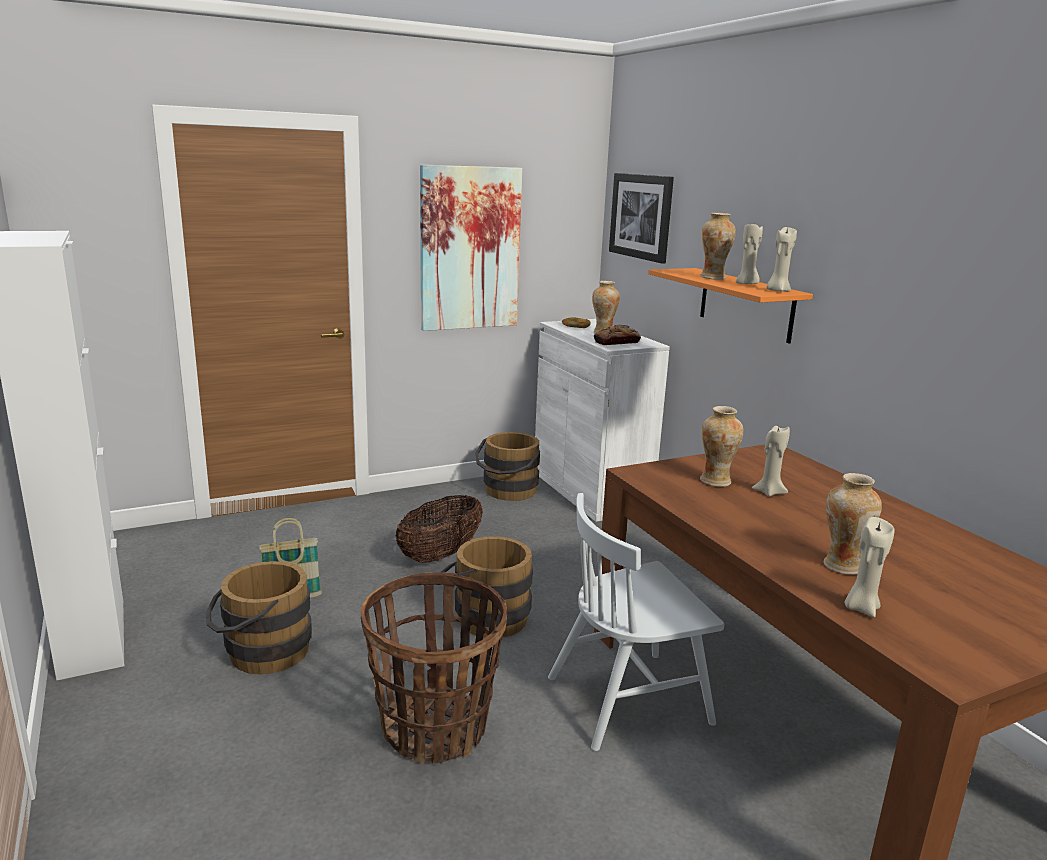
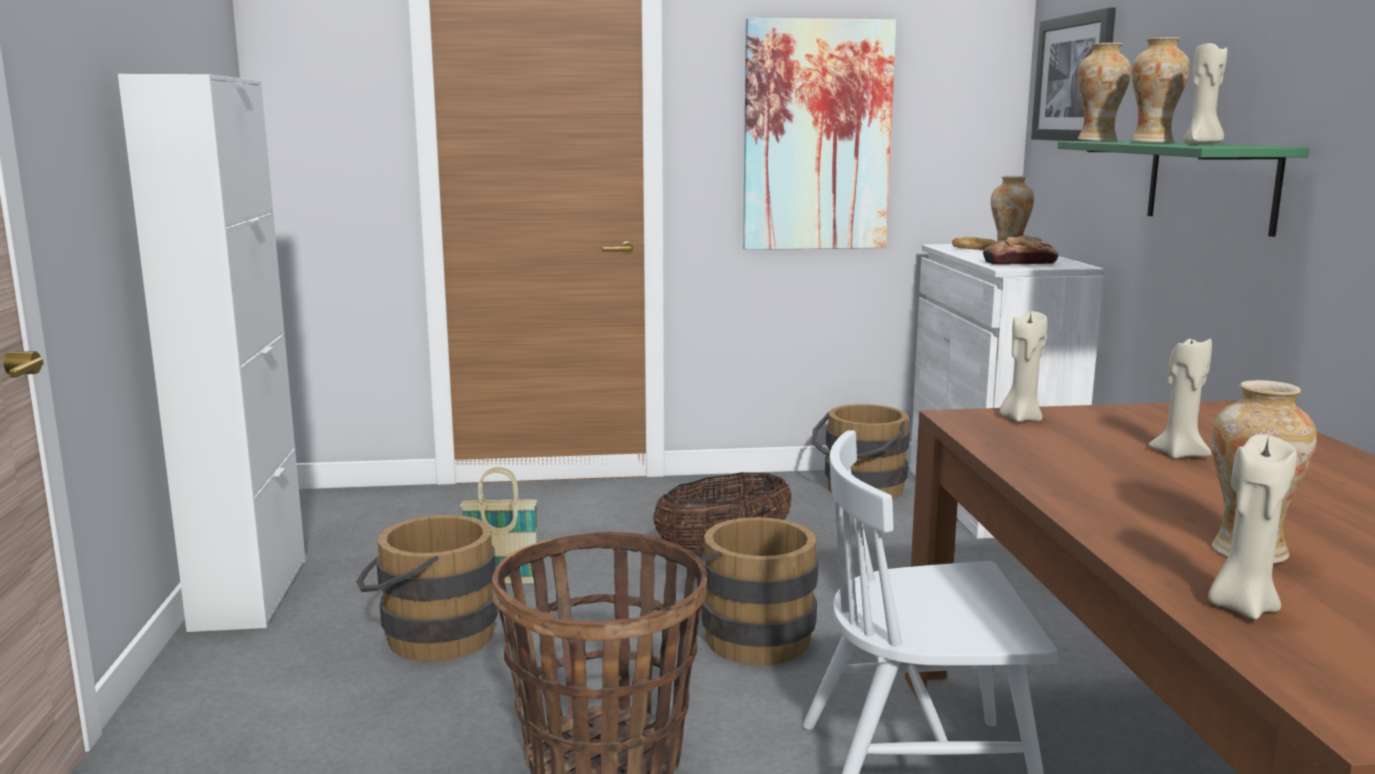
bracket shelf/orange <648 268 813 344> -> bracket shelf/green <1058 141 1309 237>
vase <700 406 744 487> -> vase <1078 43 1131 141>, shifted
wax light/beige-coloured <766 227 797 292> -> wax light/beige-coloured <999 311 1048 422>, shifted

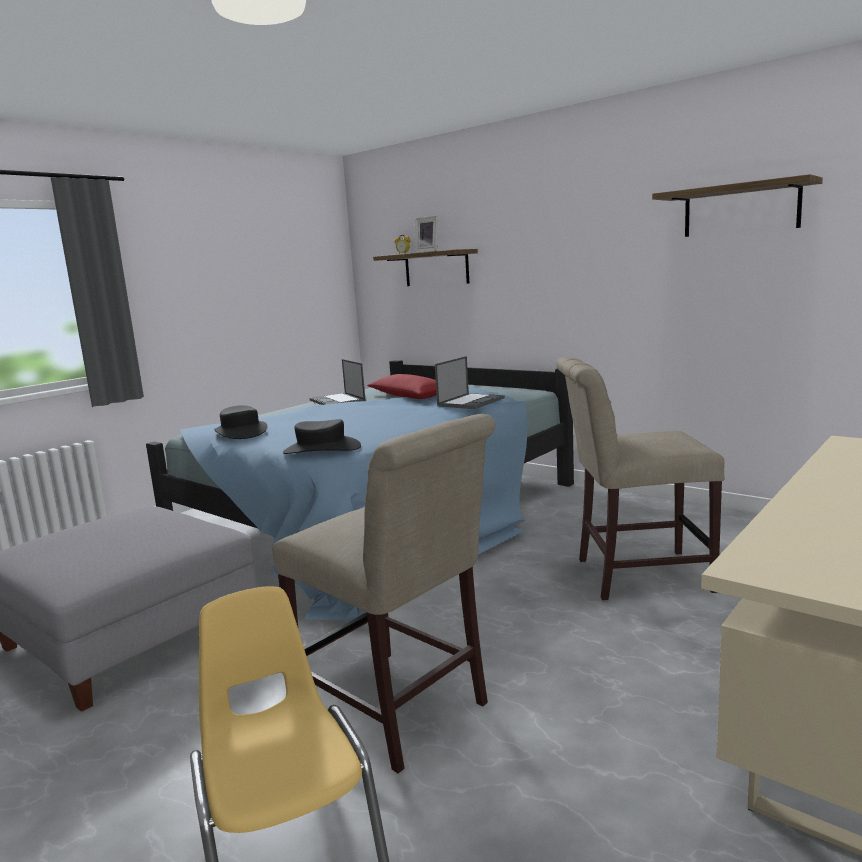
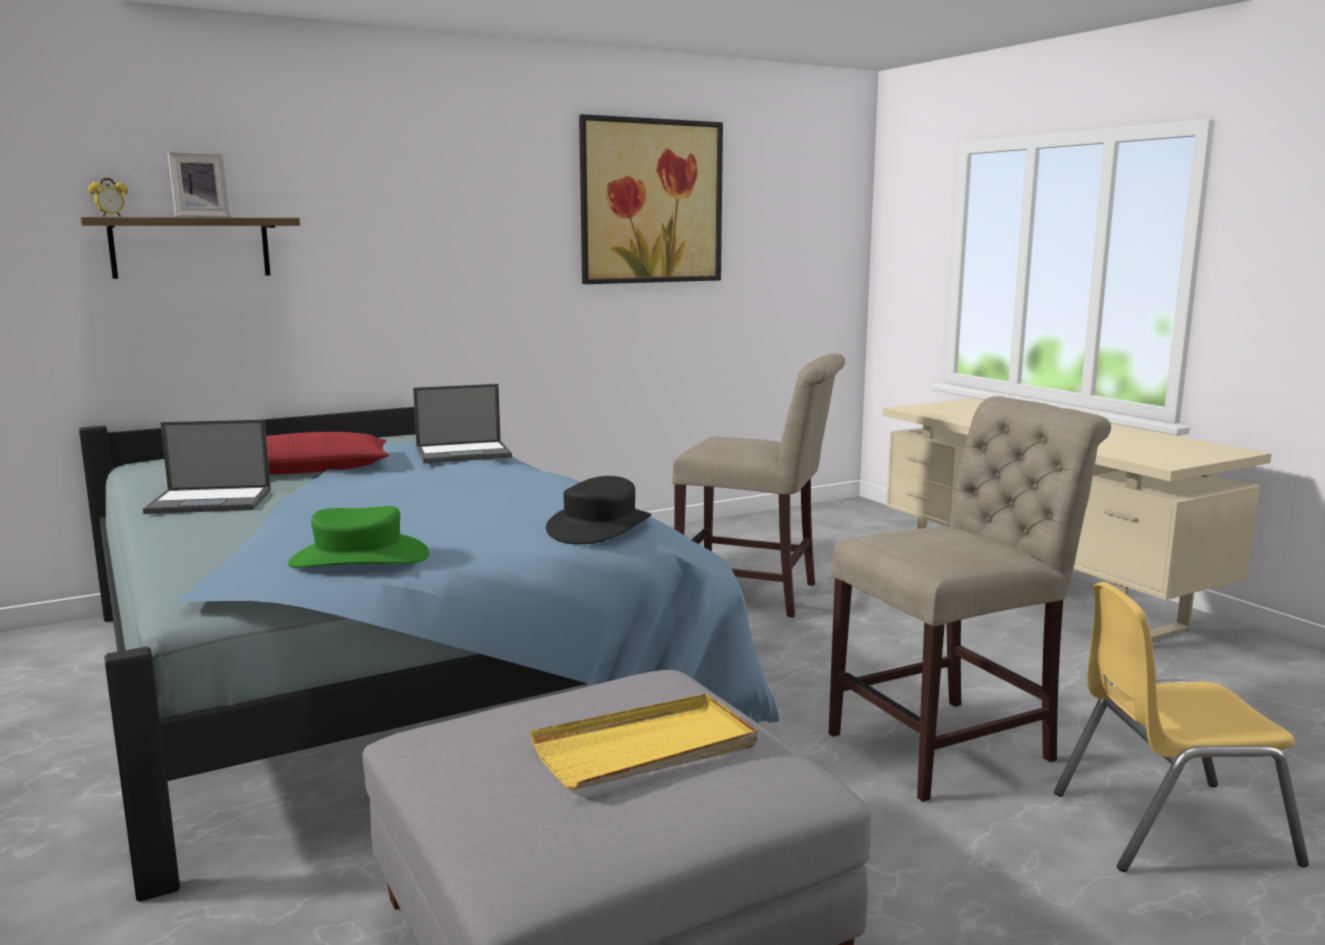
hat/black <214 405 267 439> -> hat/green <288 506 429 568>
laptop <435 356 505 409> -> laptop <413 384 512 464>, 105 degrees clockwise
upright chair/beige-coloured <556 357 725 600> -> upright chair/beige-coloured <672 353 845 618>, 90 degrees counterclockwise
bracket shelf <652 174 823 237> -> wall picture <579 114 723 284>
none -> tray/yellowish <530 694 757 790>

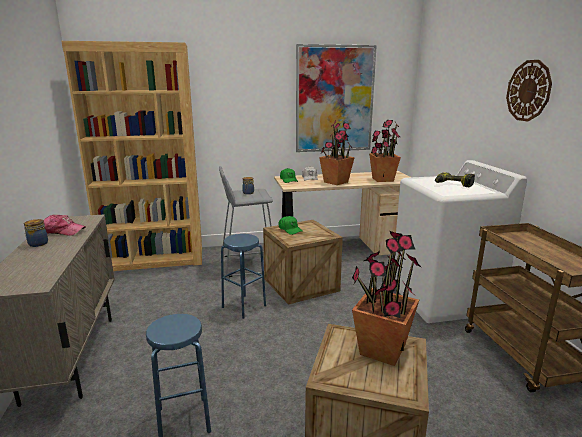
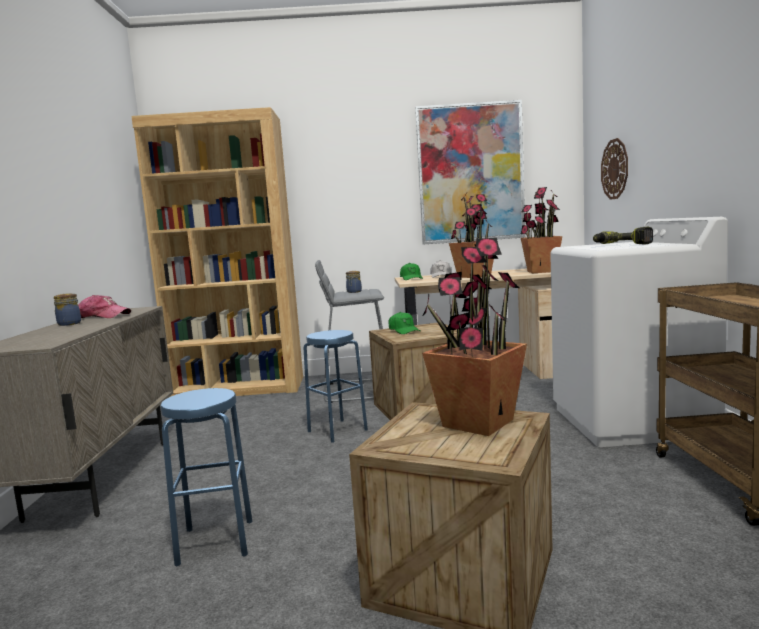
hanging clock <506 60 552 122> -> hanging clock <601 138 628 200>, shifted

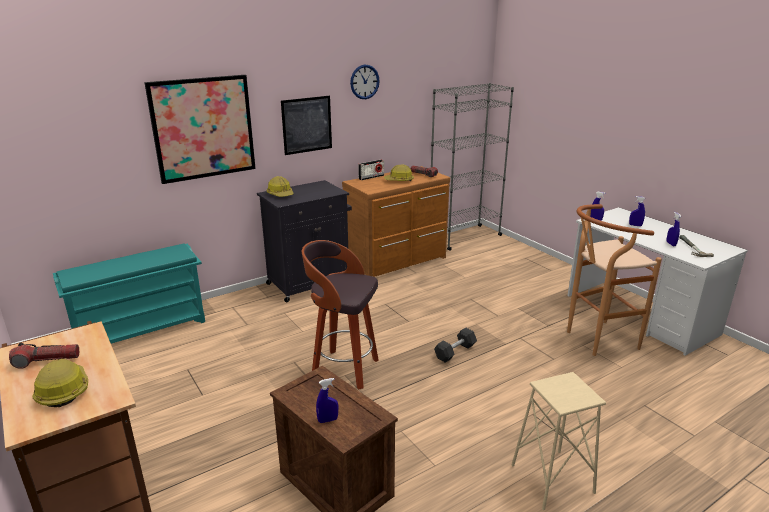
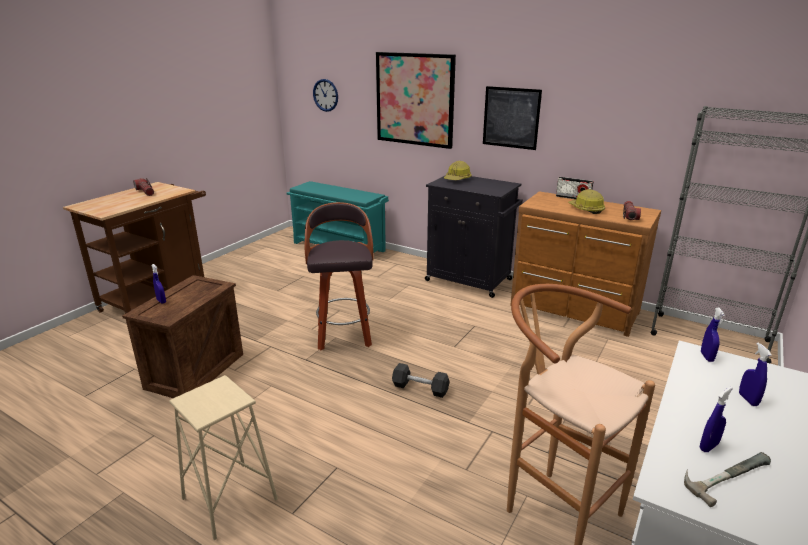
hard hat <32 359 88 407> -> none
hanging clock <350 65 380 99> -> hanging clock <313 79 338 112>, shifted

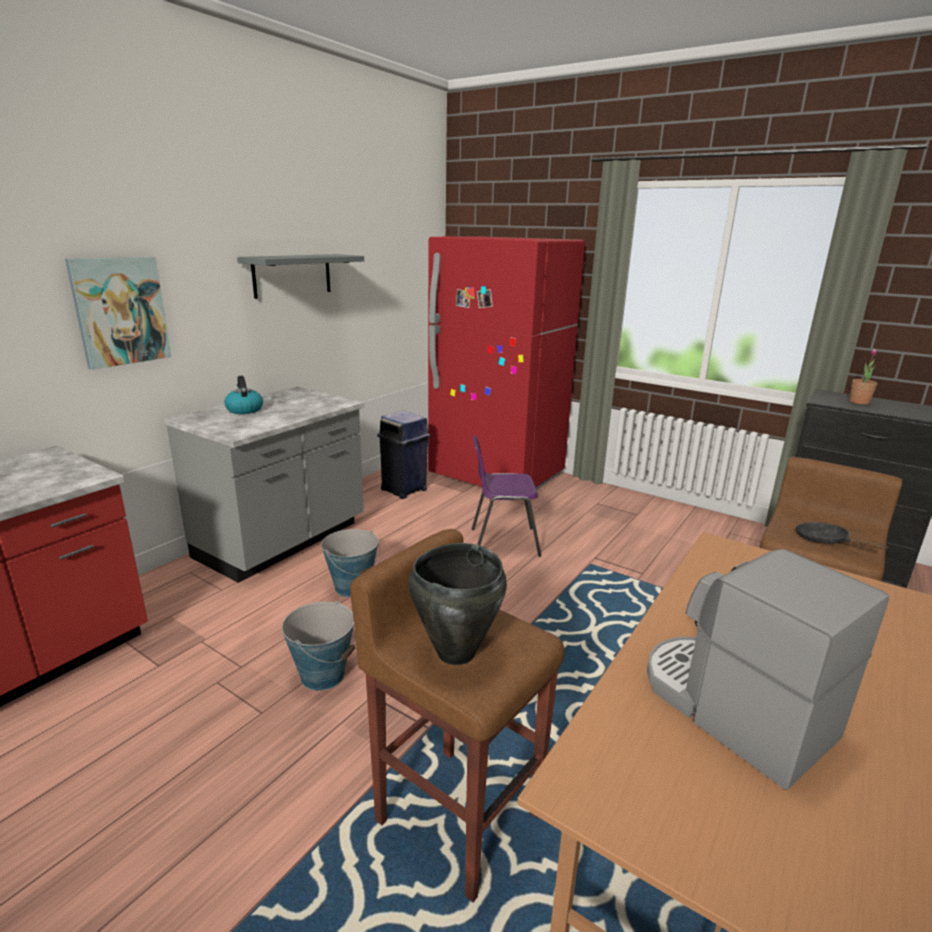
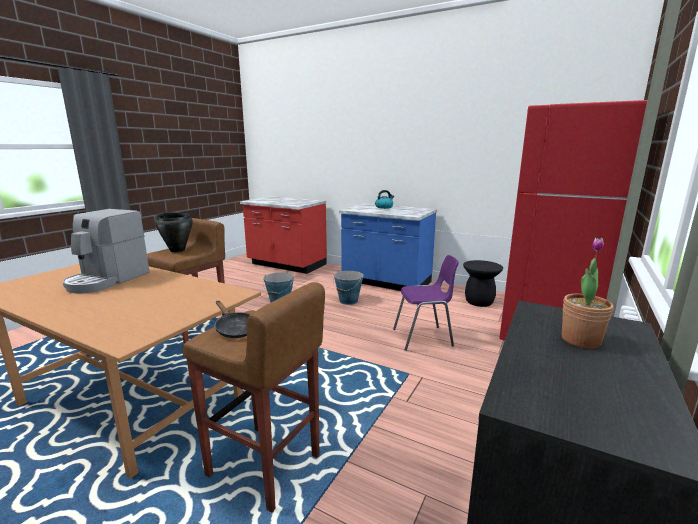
wall picture <65 257 171 370> -> none
counter/gray <164 387 364 583> -> counter/blue <339 203 437 291>
bracket shelf/gray <237 254 364 299> -> none
waste bin/blue <377 411 430 499> -> stool/black <463 260 503 307>
upright chair/purplish <472 435 541 557> -> upright chair/purplish <393 255 459 351>, 90 degrees clockwise
coffee brewer <647 549 889 790> -> coffee brewer <63 209 150 293>, 150 degrees clockwise
skillet/black <796 522 888 550> -> skillet/black <215 301 251 338>, 90 degrees clockwise

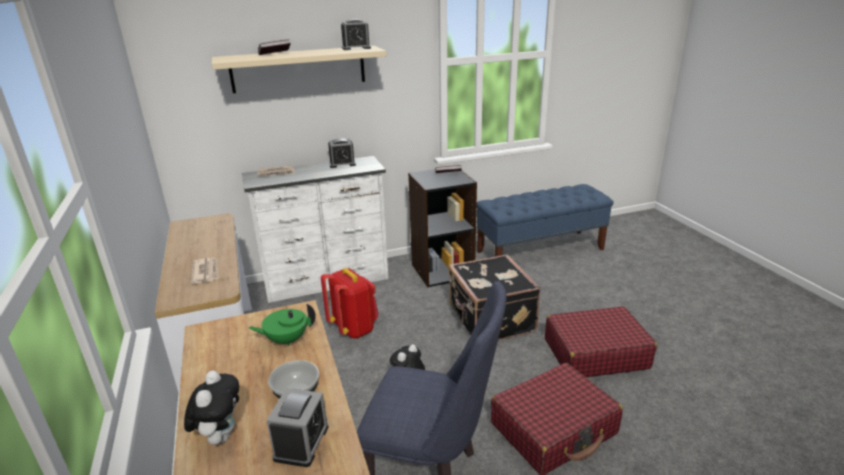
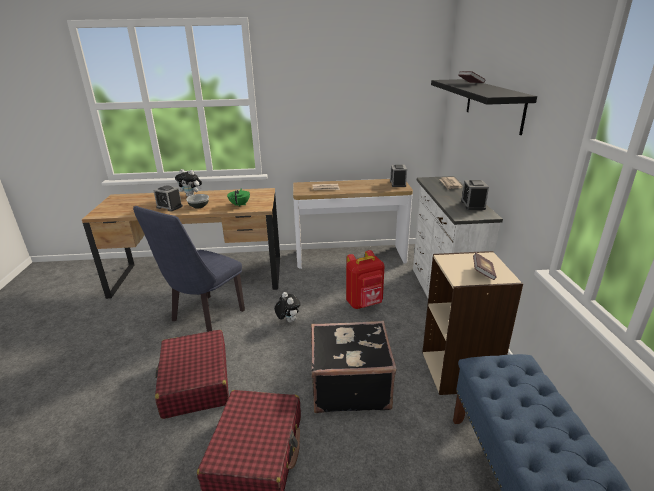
bracket shelf/beige-coloured <212 46 386 93> -> bracket shelf/black <431 79 537 135>
alarm clock <341 19 371 50> -> alarm clock <390 165 407 187>, shifted
shelving unit/black <408 169 477 287> -> shelving unit/beige-coloured <422 251 523 395>

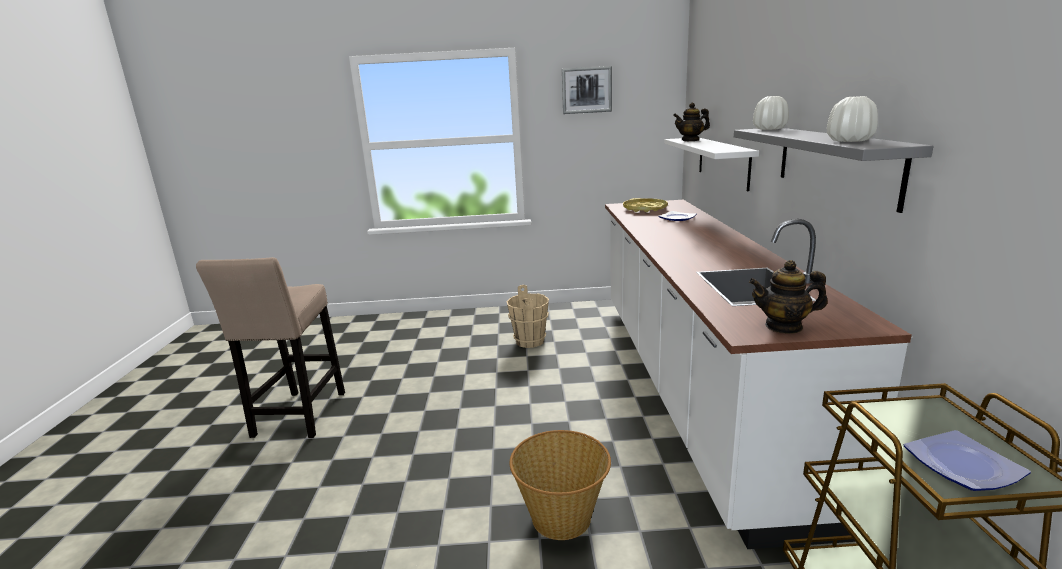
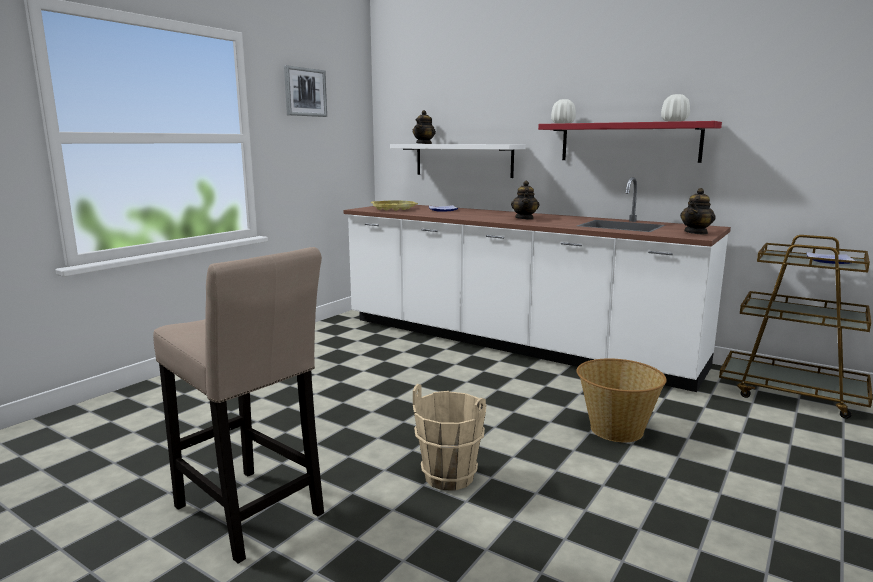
water bucket/beige-coloured <506 285 549 348> -> water bucket/beige-coloured <413 384 486 490>, shifted
bracket shelf/gray <734 128 933 213> -> bracket shelf/red-coloured <538 121 722 163>
none -> tea pot <511 181 539 220>

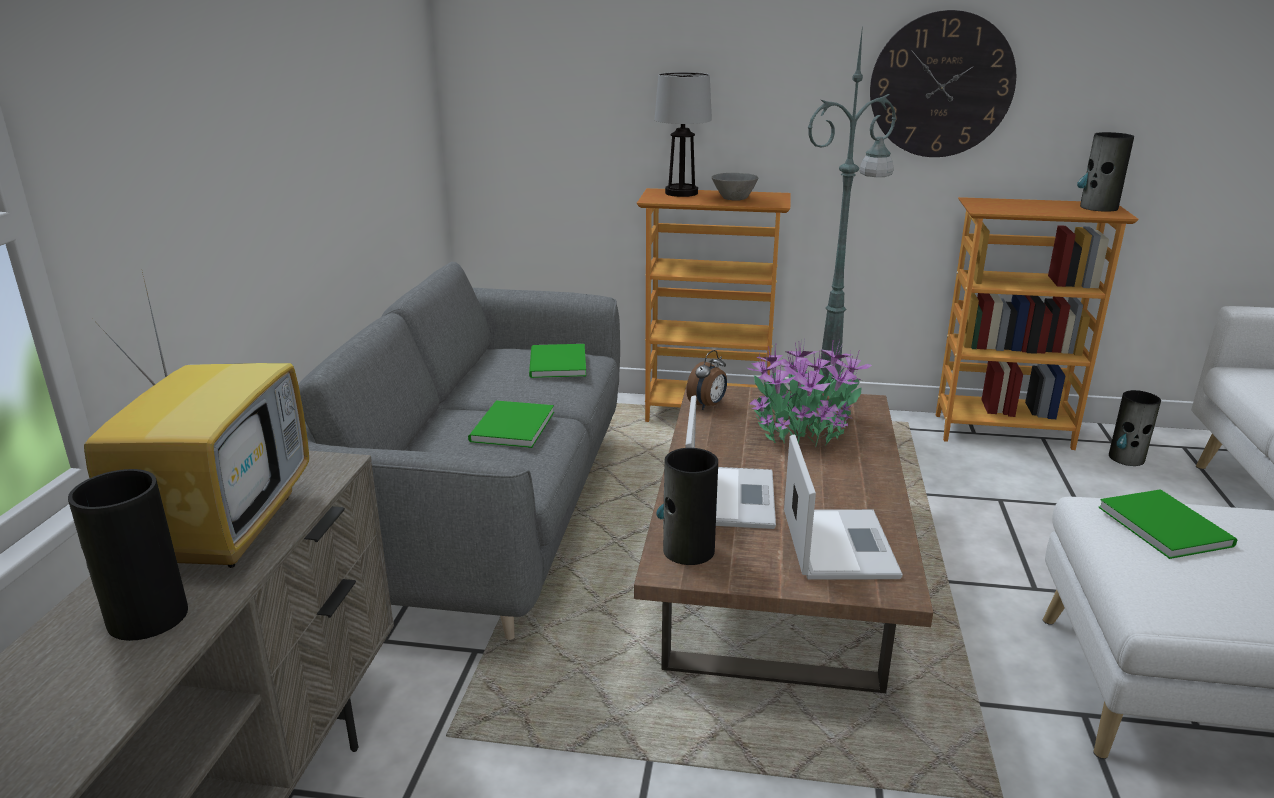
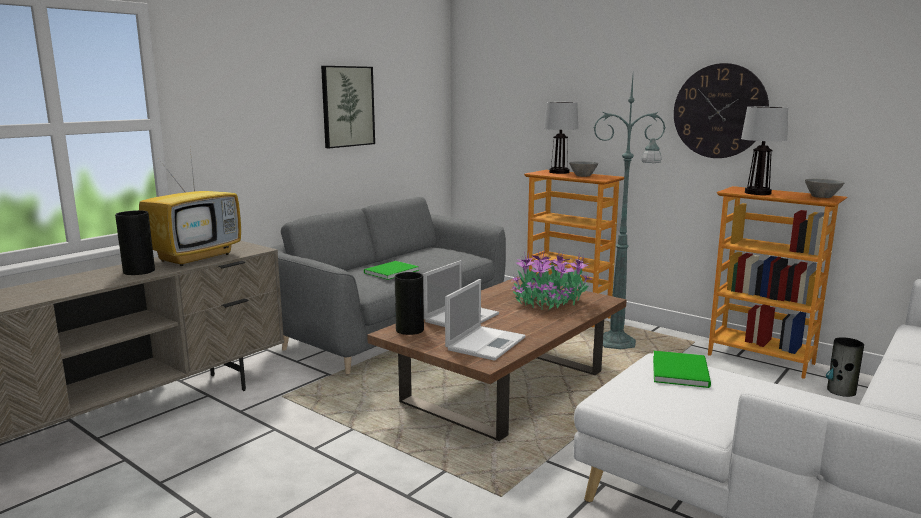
bound book/green <529 344 586 378> -> none
alarm clock <686 350 727 410> -> none
vase <1077 132 1134 212> -> bowl/gray <805 179 845 198>
none -> wall picture <321 66 375 148>
none -> tabletop lamp <741 106 788 195>

